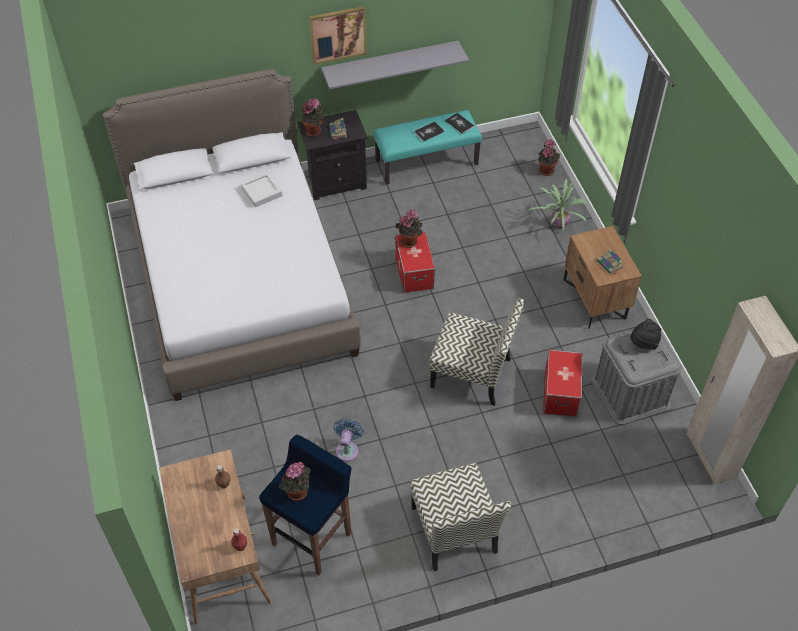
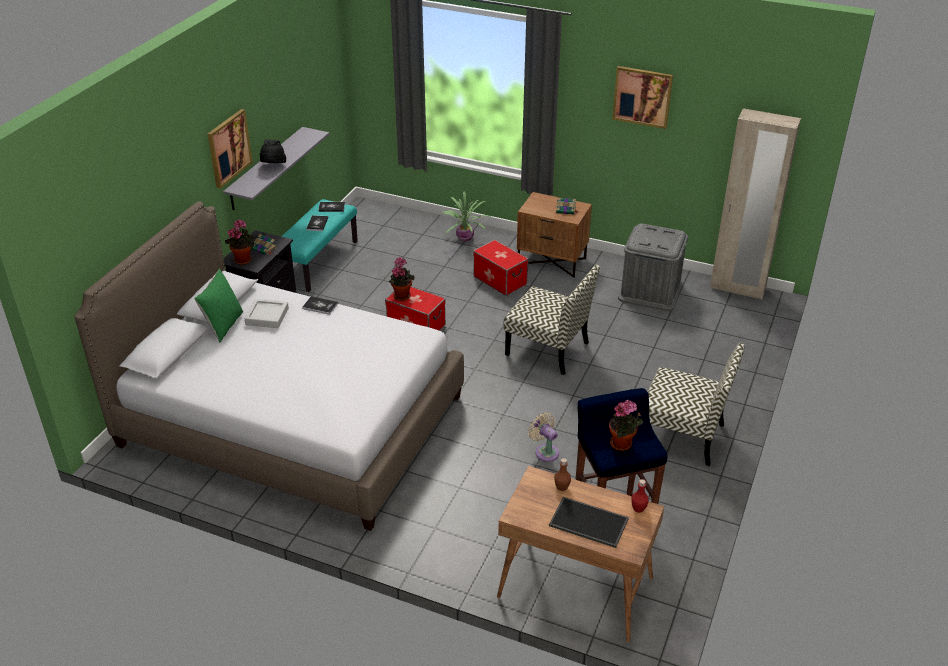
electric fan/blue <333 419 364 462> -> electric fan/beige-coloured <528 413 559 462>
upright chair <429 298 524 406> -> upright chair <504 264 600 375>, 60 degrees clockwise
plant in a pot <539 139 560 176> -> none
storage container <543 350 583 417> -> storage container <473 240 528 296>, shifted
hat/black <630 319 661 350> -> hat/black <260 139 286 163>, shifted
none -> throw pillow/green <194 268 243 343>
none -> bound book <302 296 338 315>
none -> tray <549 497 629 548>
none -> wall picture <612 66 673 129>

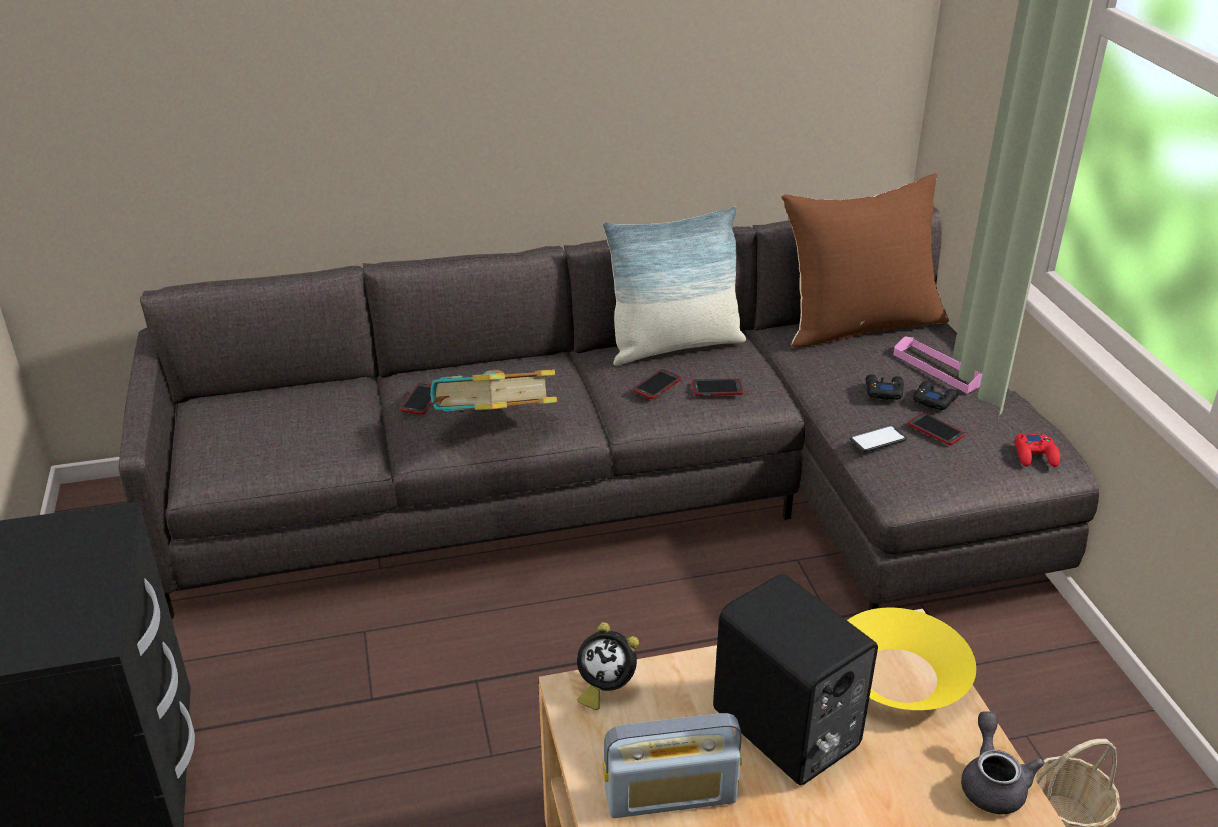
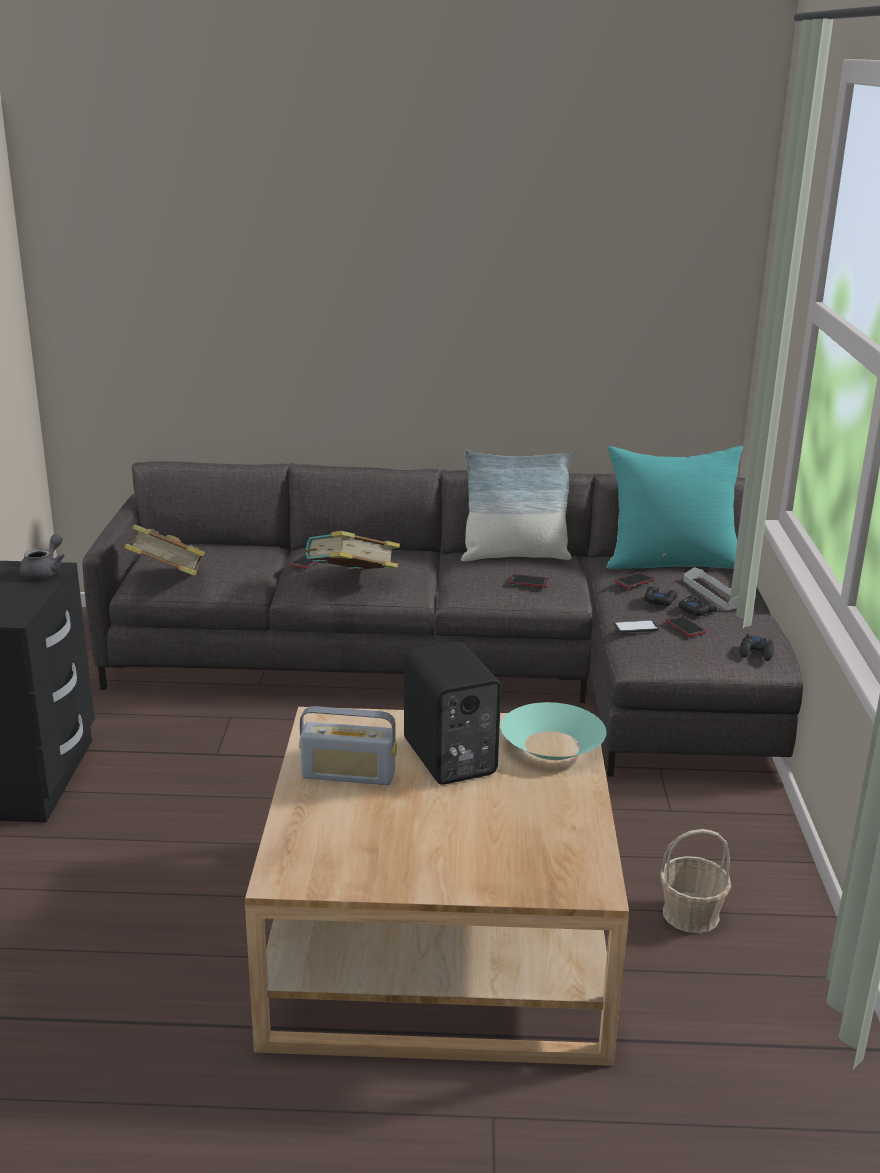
alarm clock <577 622 639 710> -> none
handset <633 369 681 399> -> handset <615 572 655 588>, shifted
throw pillow/brownish <781 173 949 348> -> throw pillow/blue-green <606 446 743 570>
bowl/yellowish <847 608 976 710> -> bowl/blue-green <501 702 606 760>
tray/pink <893 336 982 394> -> tray/gray <683 567 738 610>
tea pot/gray <961 711 1045 815> -> tea pot/gray <19 534 65 579>, shifted
joypad/red-coloured <1015 434 1060 467> -> joypad/black <740 634 774 661>
none -> bound book <124 525 205 576>

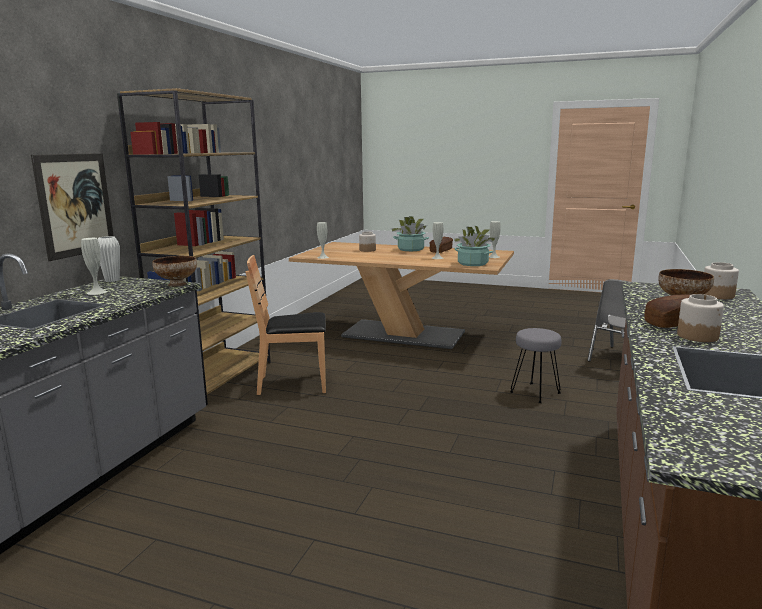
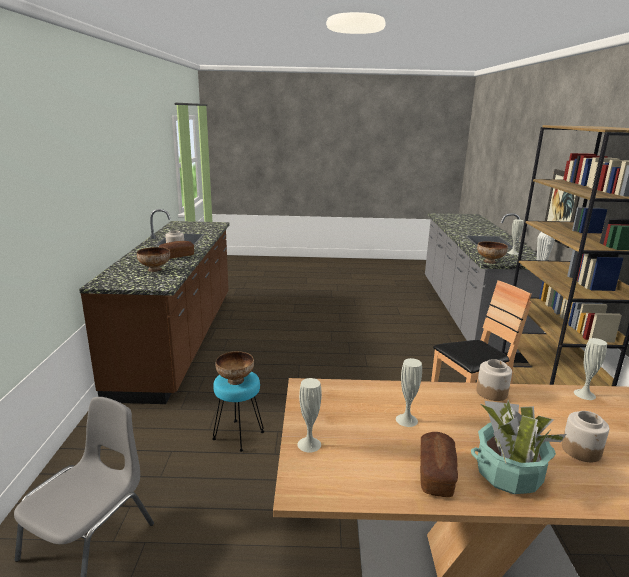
plant in a pot <454 225 497 266> -> none
stool/gray <510 328 562 403> -> stool/blue-green <212 372 264 452>
storage jar <704 262 739 299> -> storage jar <476 359 512 401>, shifted
none -> bowl <215 351 254 385>

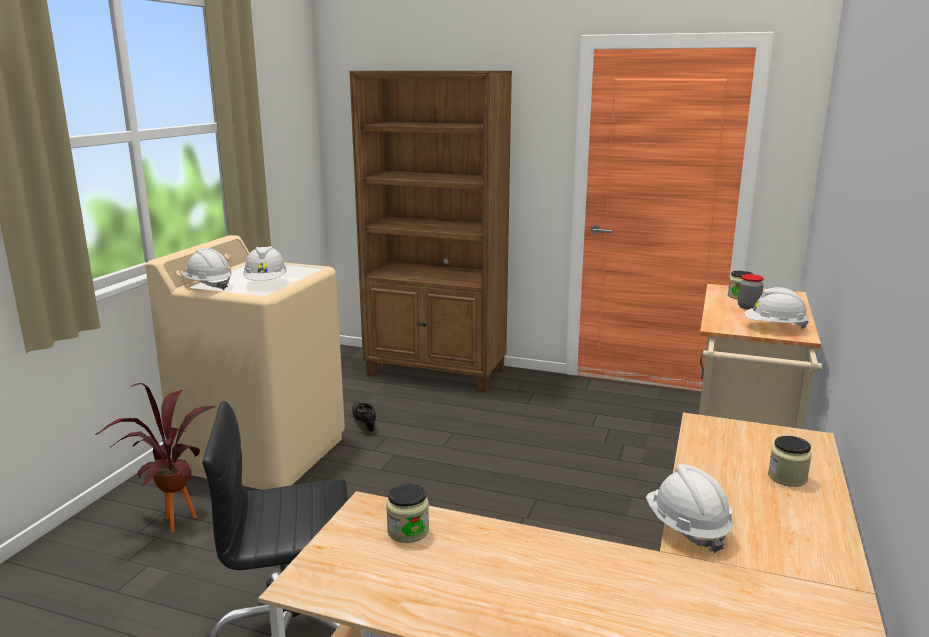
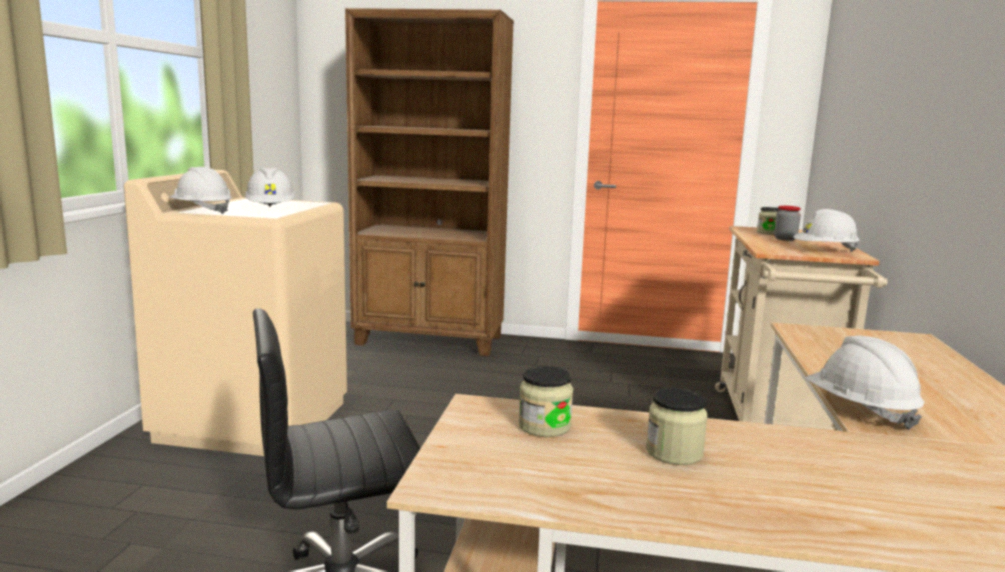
plant in a pot <95 383 215 533> -> none
item of footwear/black <352 402 376 432> -> none
storage jar <768 436 812 487> -> storage jar <646 388 708 465>, shifted

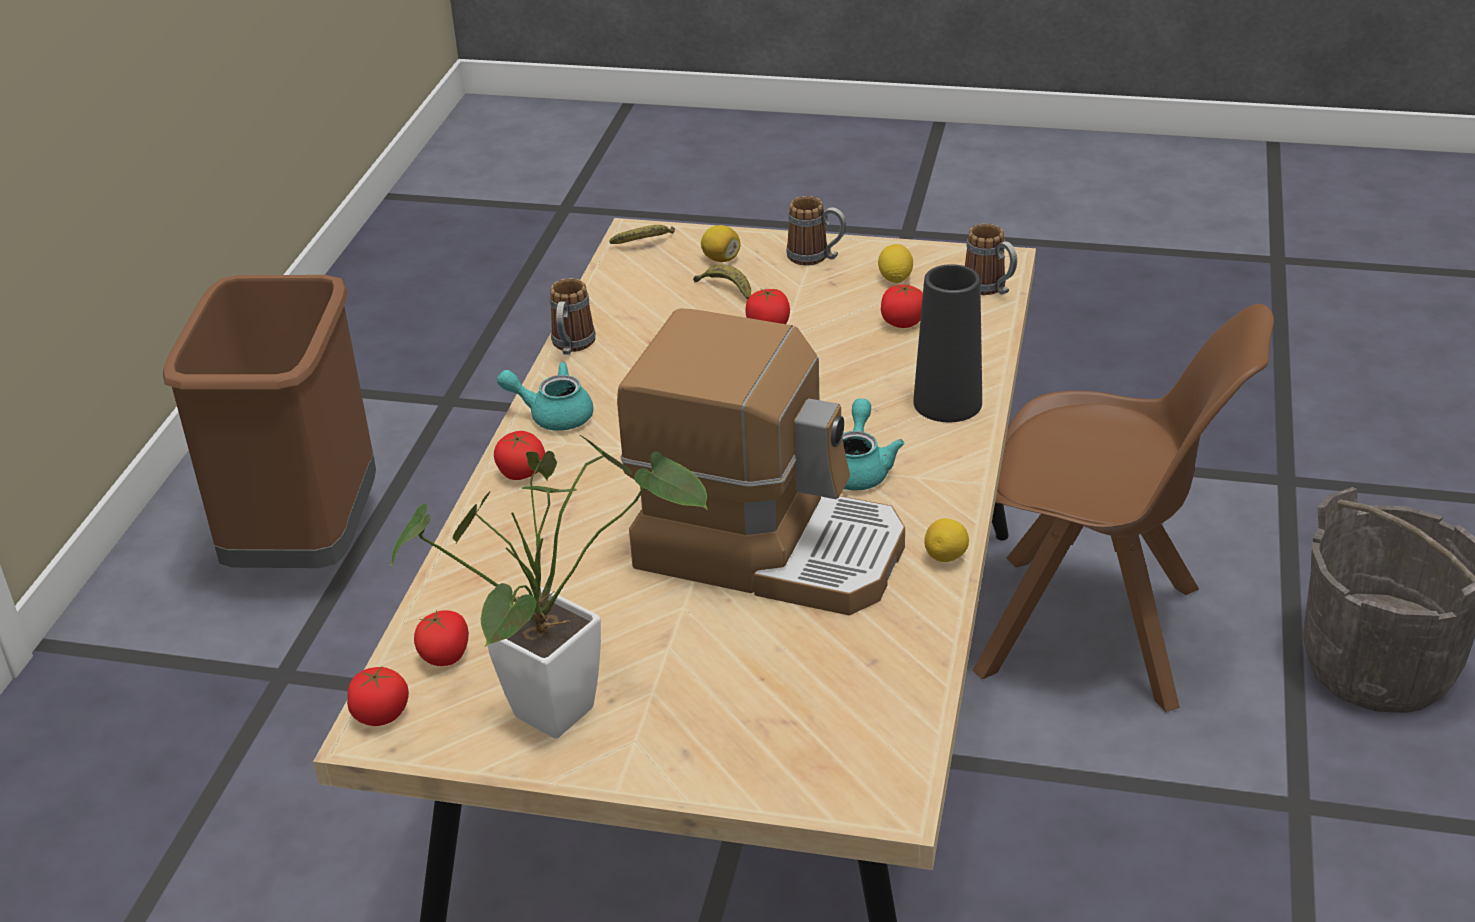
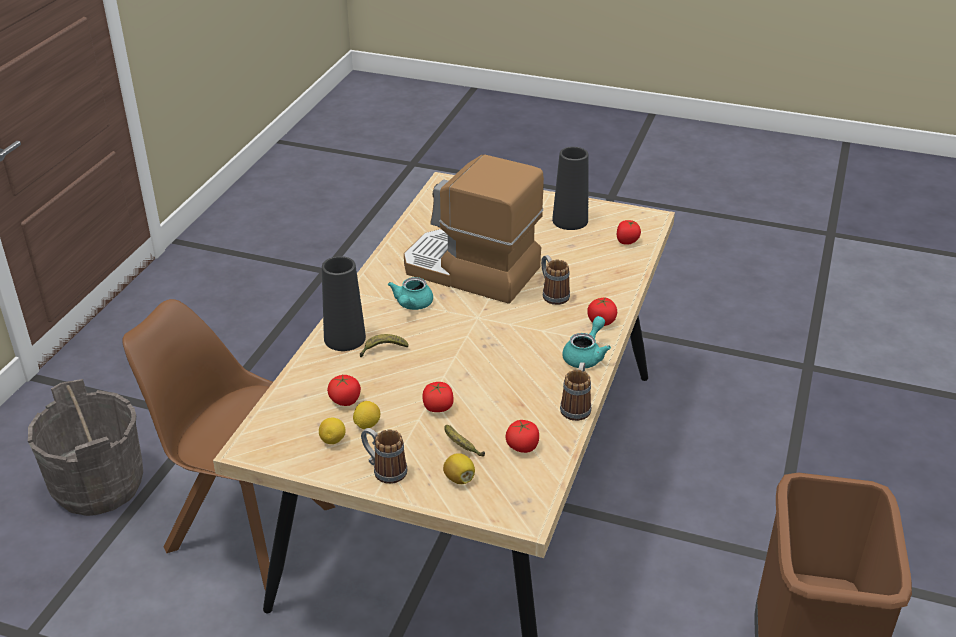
fresh tomato <347 666 409 726> -> fresh tomato <506 420 539 453>, shifted
plant in a pot <389 434 708 739> -> vase/black <552 147 589 230>
tea pot/blue-green <497 362 593 431> -> tea pot/blue-green <562 316 611 368>, 75 degrees counterclockwise
whole banana <609 225 675 244> -> whole banana <360 334 409 357>, shifted
citrus fruit <924 518 969 562> -> citrus fruit <353 401 380 429>, shifted
tea mug <965 223 1017 295> -> tea mug <541 255 570 305>, shifted

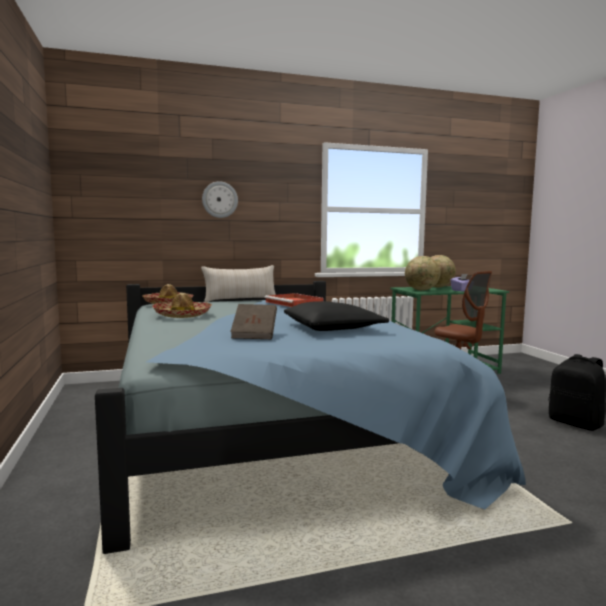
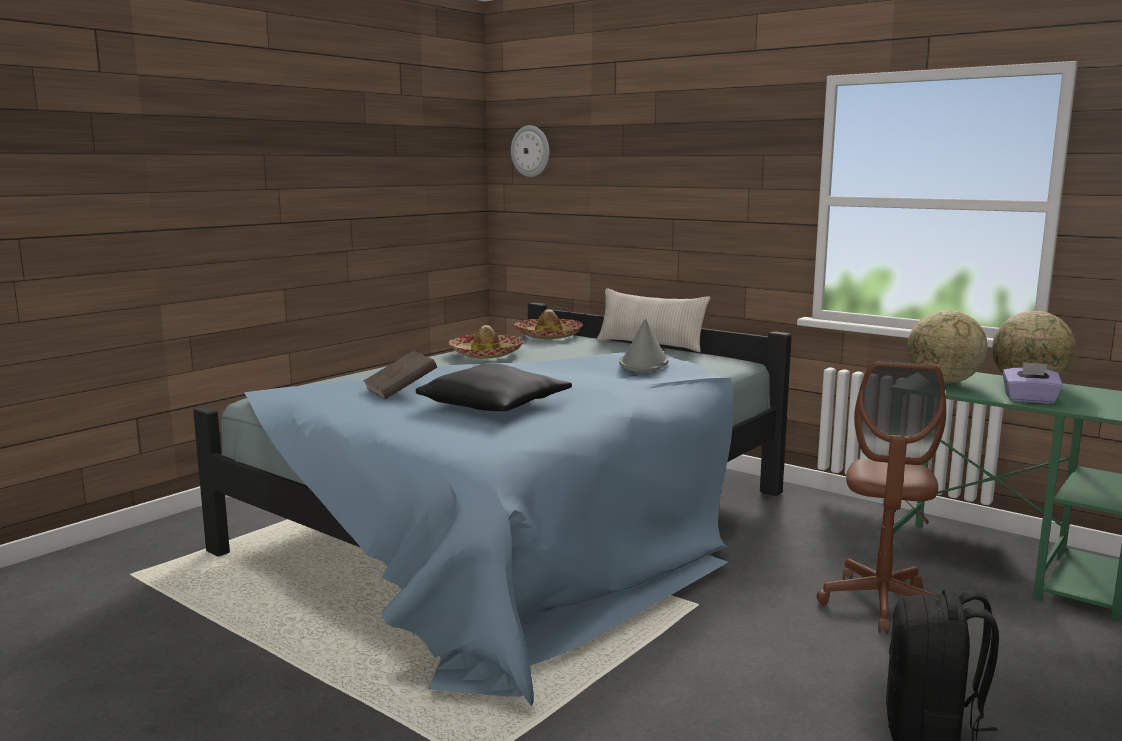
hanging clock <202 181 238 218> -> hanging clock <511 125 549 177>, shifted
tray/red-coloured <264 293 324 307> -> hat/gray <619 319 668 372>

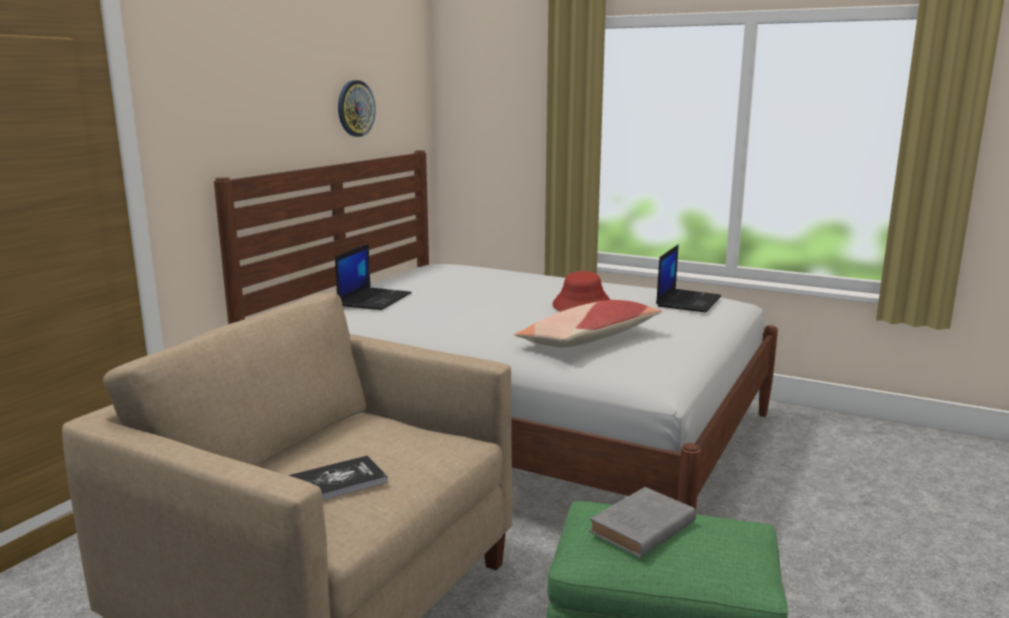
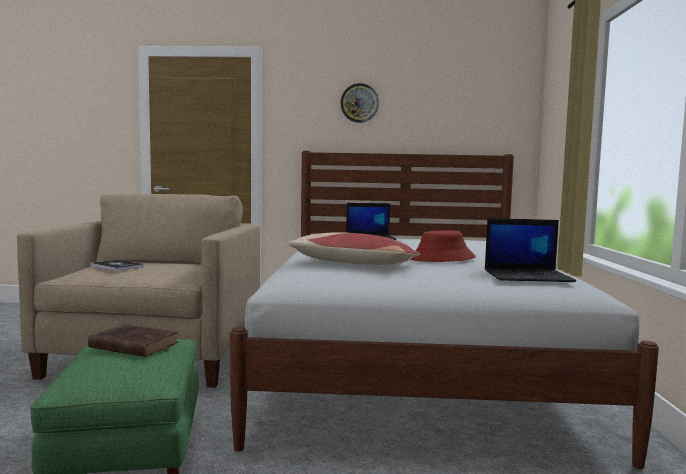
hanging clock <338 80 376 137> -> hanging clock <341 83 379 123>, shifted
bound book/gray <589 487 696 557> -> bound book/brownish <88 324 178 357>

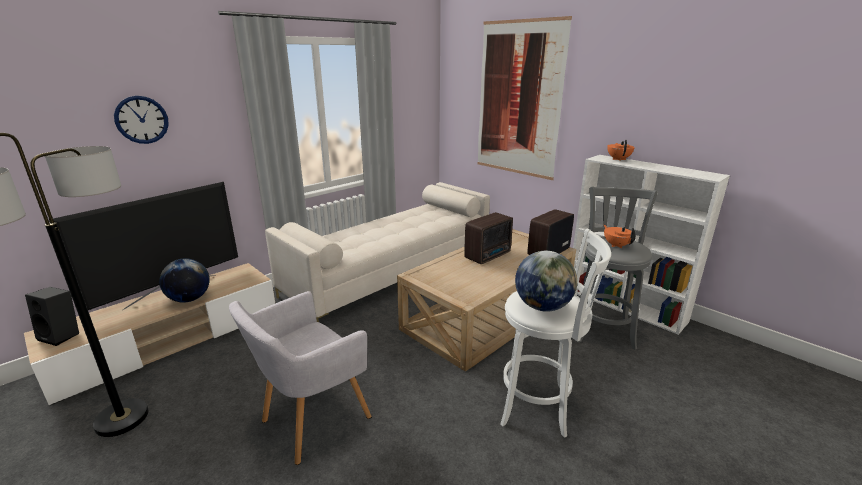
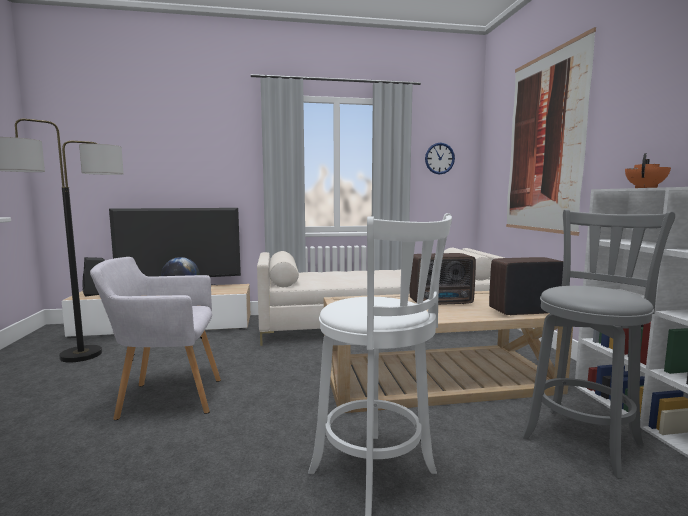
hanging clock <114 96 169 144> -> hanging clock <425 143 455 174>, shifted
desk globe <515 251 577 312> -> none
tea pot/orange <604 225 636 248> -> none

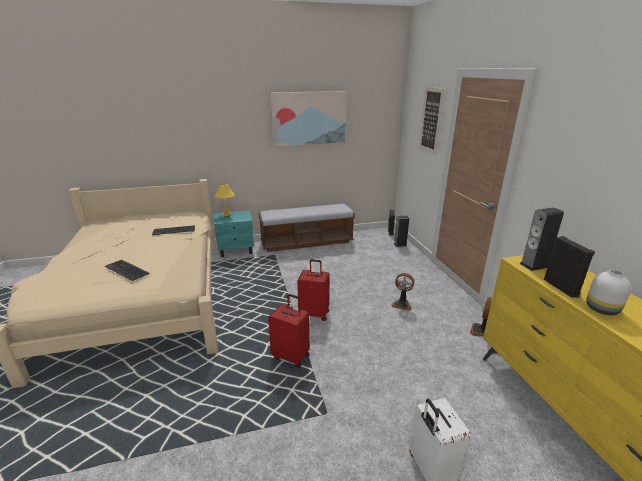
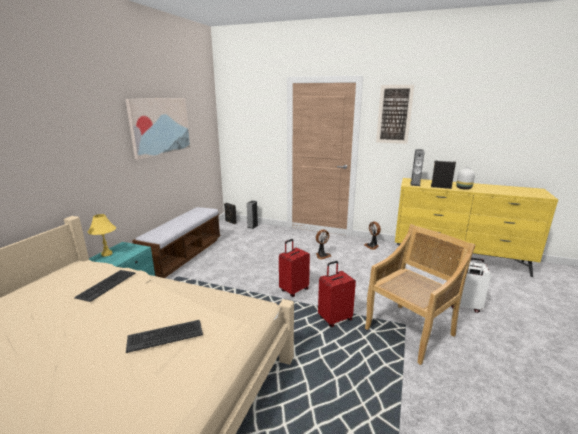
wall picture <419 87 445 154> -> wall picture <376 85 414 144>, shifted
none -> upright chair/beige-coloured <365 224 475 365>

